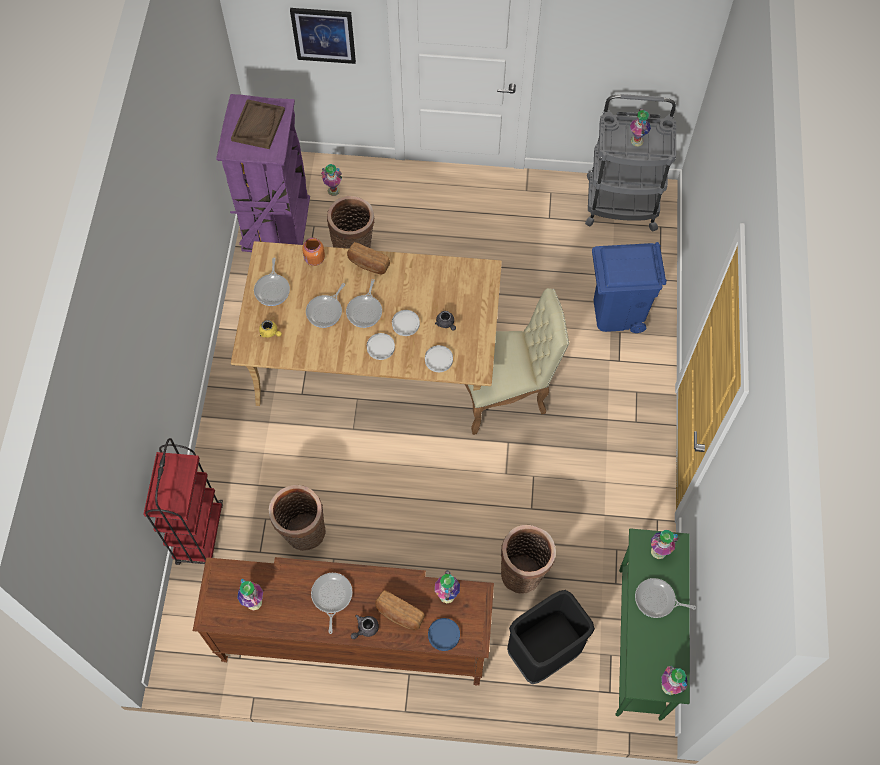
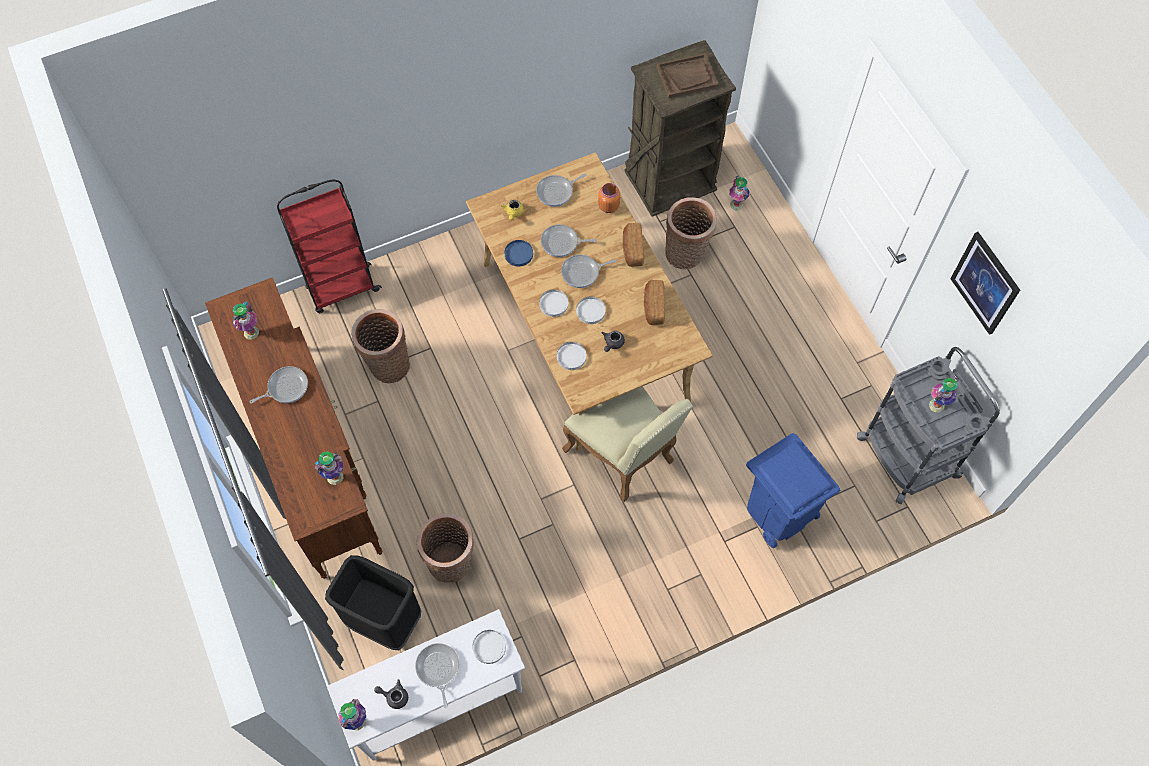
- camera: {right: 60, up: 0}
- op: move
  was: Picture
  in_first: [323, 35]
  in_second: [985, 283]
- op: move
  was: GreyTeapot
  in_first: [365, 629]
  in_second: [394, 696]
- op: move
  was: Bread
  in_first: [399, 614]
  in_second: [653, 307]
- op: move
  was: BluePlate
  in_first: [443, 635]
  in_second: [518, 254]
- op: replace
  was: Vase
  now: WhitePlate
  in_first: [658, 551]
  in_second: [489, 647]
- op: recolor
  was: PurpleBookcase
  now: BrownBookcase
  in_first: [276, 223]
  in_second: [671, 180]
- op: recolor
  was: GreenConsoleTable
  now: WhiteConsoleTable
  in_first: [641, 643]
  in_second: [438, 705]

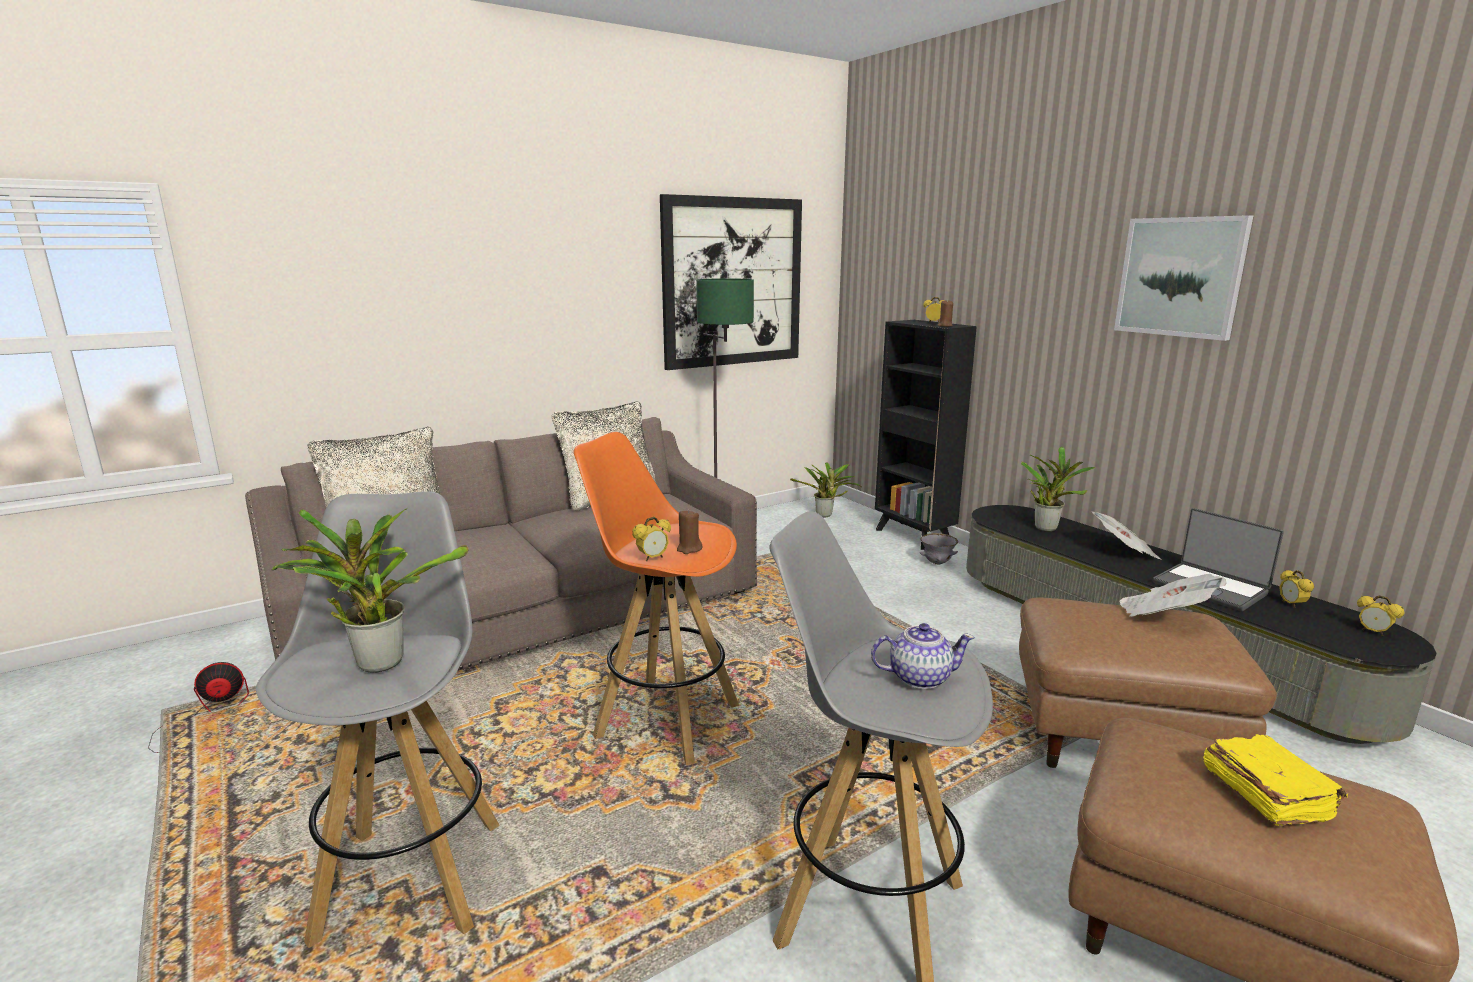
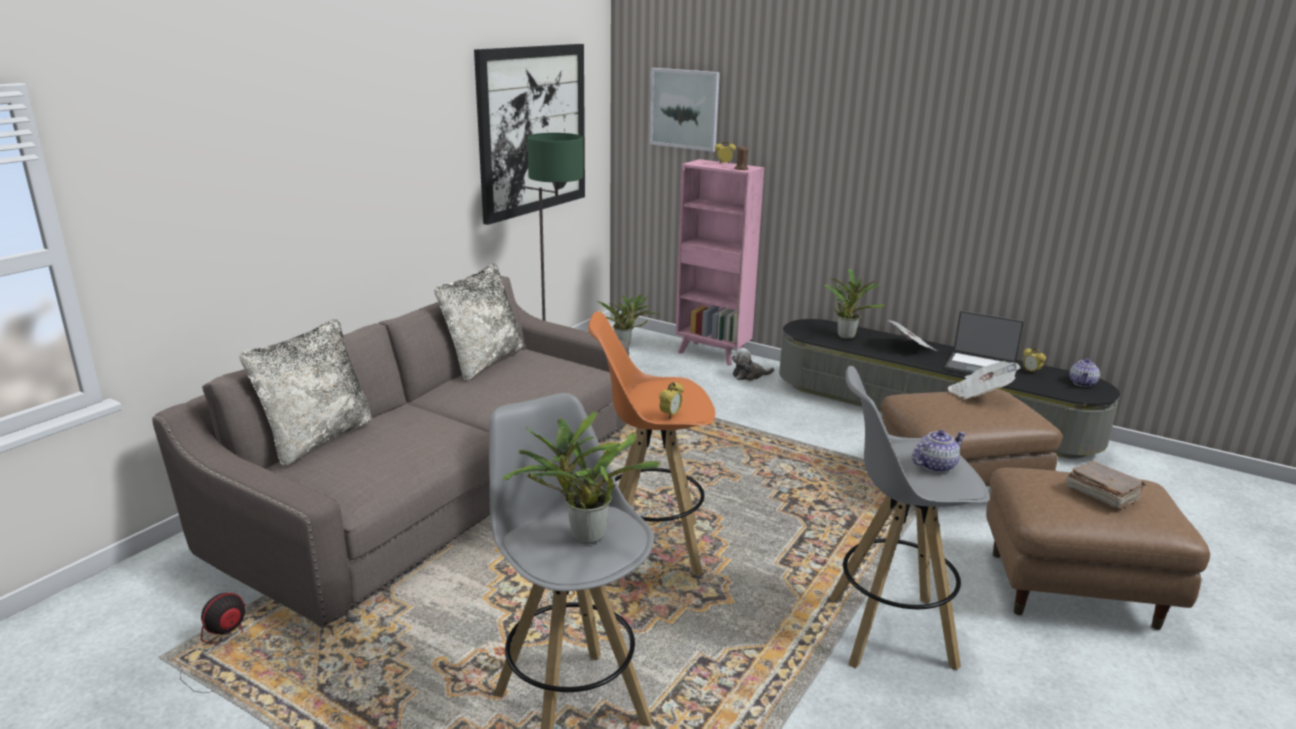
- camera: {right: -25, up: 5}
- op: delete
  was: BrownCandle
  in_first: [689, 549]
- op: move
  was: Picture
  in_first: [1180, 277]
  in_second: [684, 109]
- op: replace
  was: GreyBowl
  now: PlushToy
  in_first: [937, 563]
  in_second: [749, 375]
- op: replace
  was: AlarmClock
  now: Teapot
  in_first: [1373, 632]
  in_second: [1082, 383]
- op: recolor
  was: BlackBookcase
  now: PinkBookcase
  in_first: [913, 536]
  in_second: [713, 354]
- op: recolor
  was: YellowBook
  now: BrownBook
  in_first: [1265, 794]
  in_second: [1101, 494]

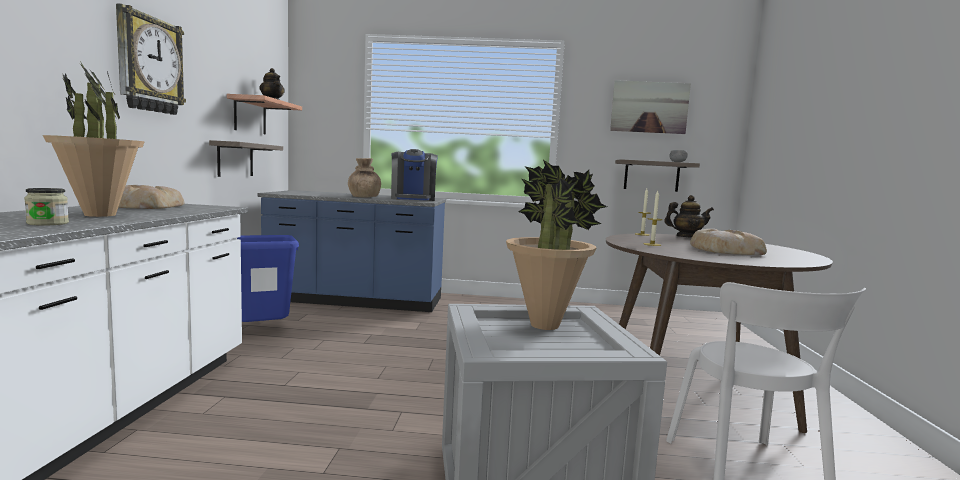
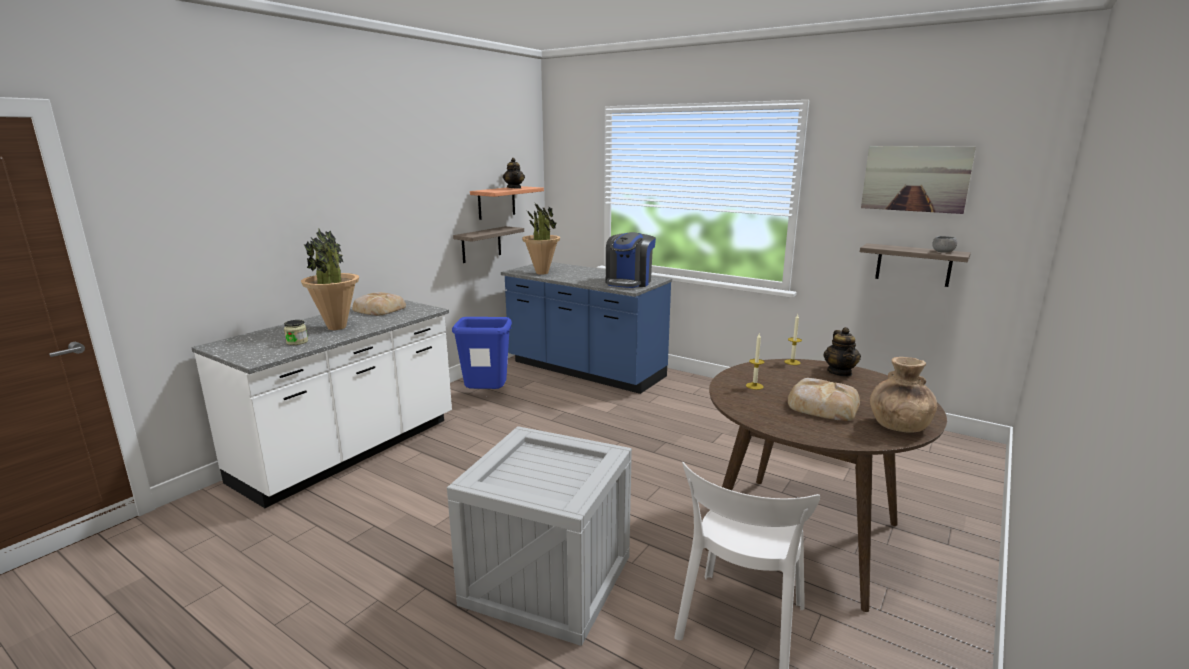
- camera: {right: 30, up: 10}
- op: delete
  was: WallClock
  in_first: [148, 64]
- op: move
  was: BrownVase
  in_first: [364, 197]
  in_second: [898, 426]
- op: move
  was: PottedPlant
  in_first: [545, 325]
  in_second: [542, 273]
- op: rotate
  was: Teapot
  in_first: [686, 237]
  in_second: [840, 372]
  clockwise: 60

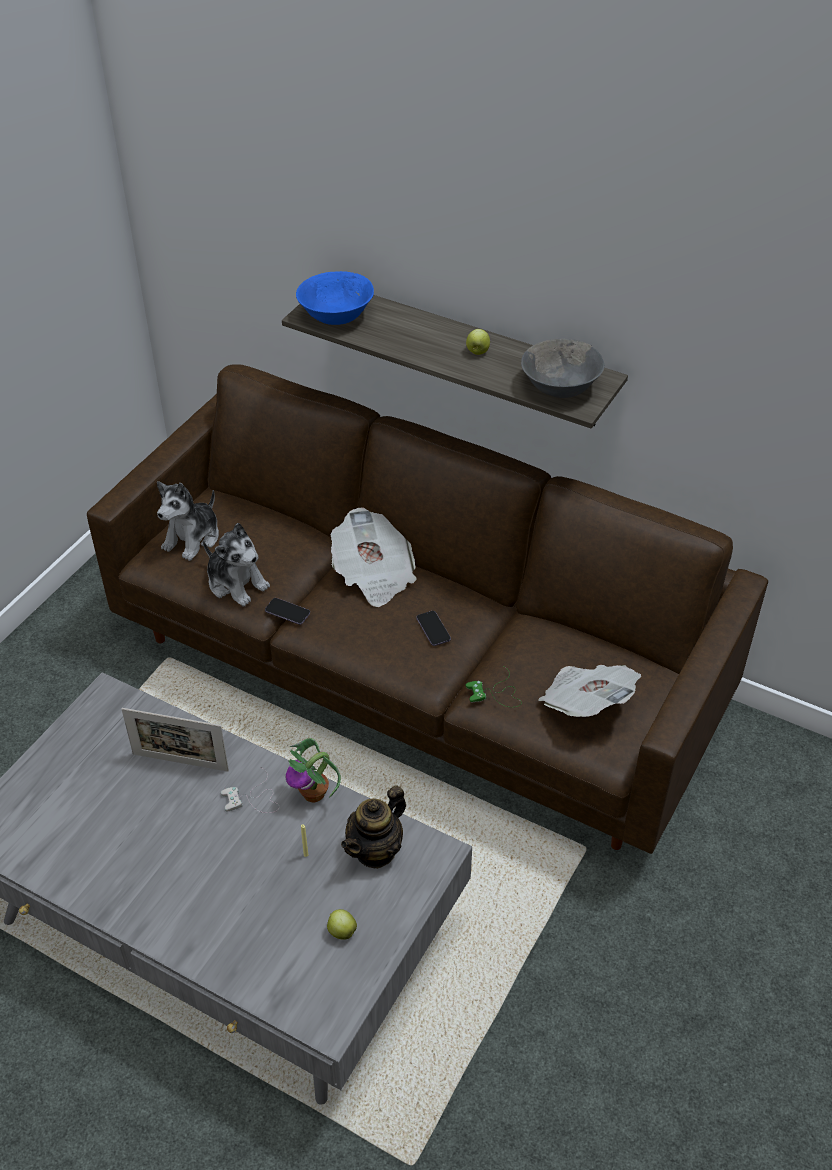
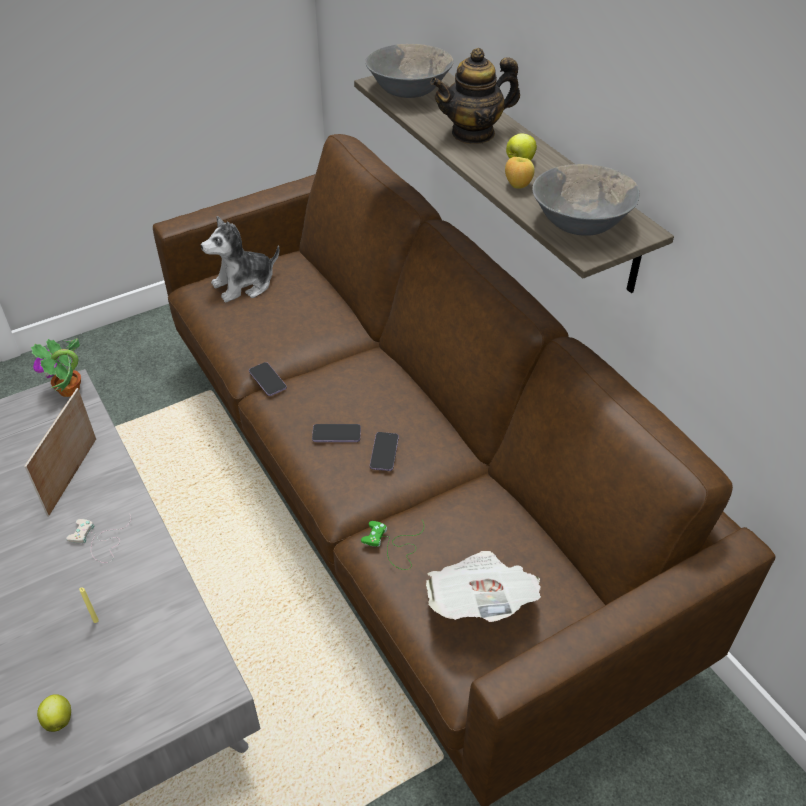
- camera: {right: 30, up: 0}
- op: delete
  was: PlushToy
  in_first: [236, 583]
- op: delete
  was: Newspaper
  in_first: [374, 574]
- op: insert
  now: Phone
  in_second: [336, 434]
- op: insert
  now: Apple
  in_second: [517, 186]
- op: move
  was: PottedPlant
  in_first: [314, 793]
  in_second: [69, 390]
- op: move
  was: Teapot
  in_first: [376, 850]
  in_second: [473, 133]
- op: recolor
  was: BlueBowl
  now: GreyBowl
  in_first: [337, 315]
  in_second: [409, 90]
- op: rotate
  was: PictureFrame
  in_first: [180, 762]
  in_second: [72, 476]
  clockwise: 60

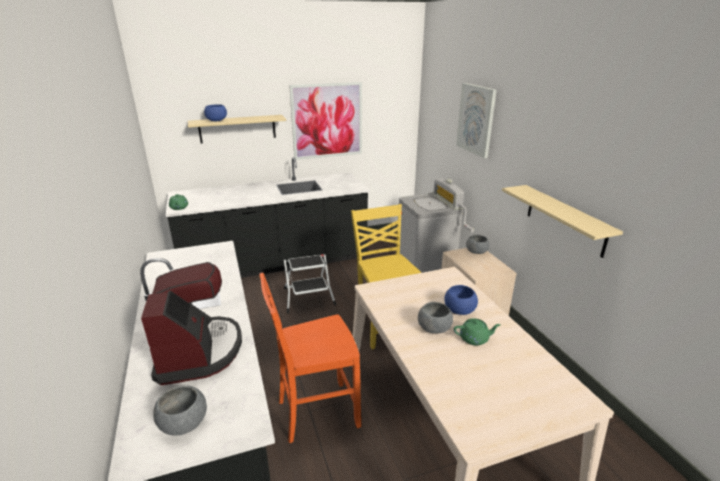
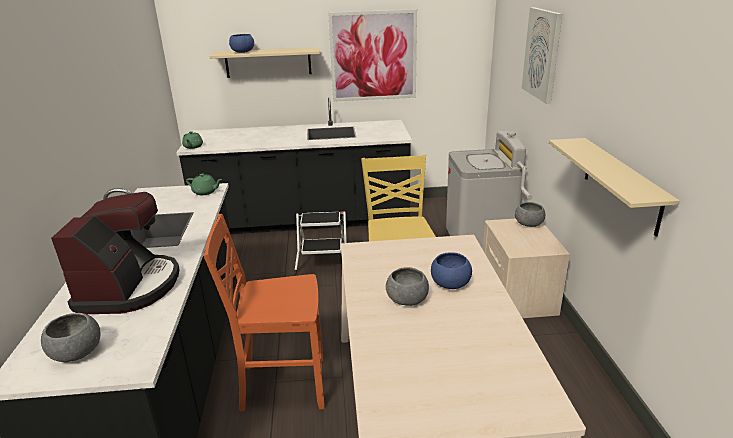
- camera: {right: 15, up: 0}
- op: move
  was: GreenTeapot
  in_first: [474, 339]
  in_second: [205, 192]

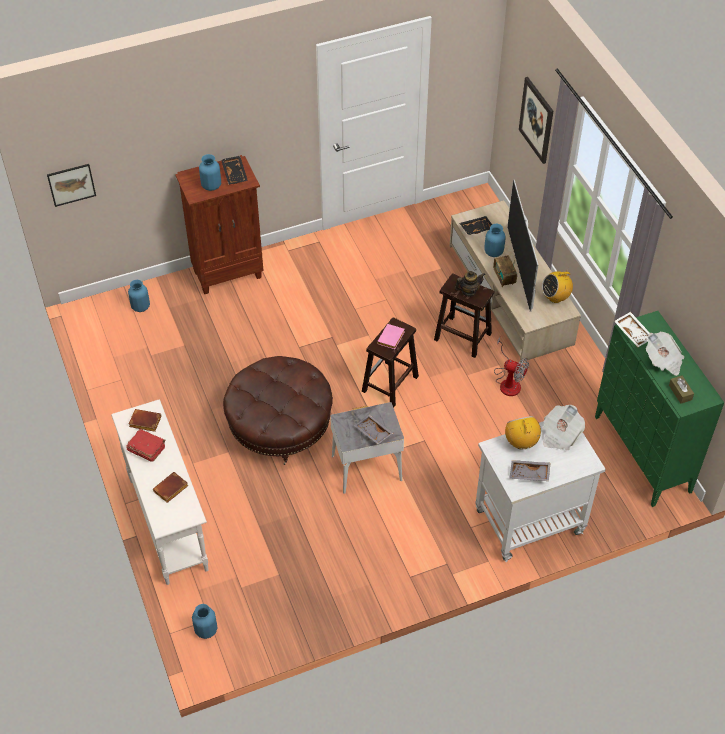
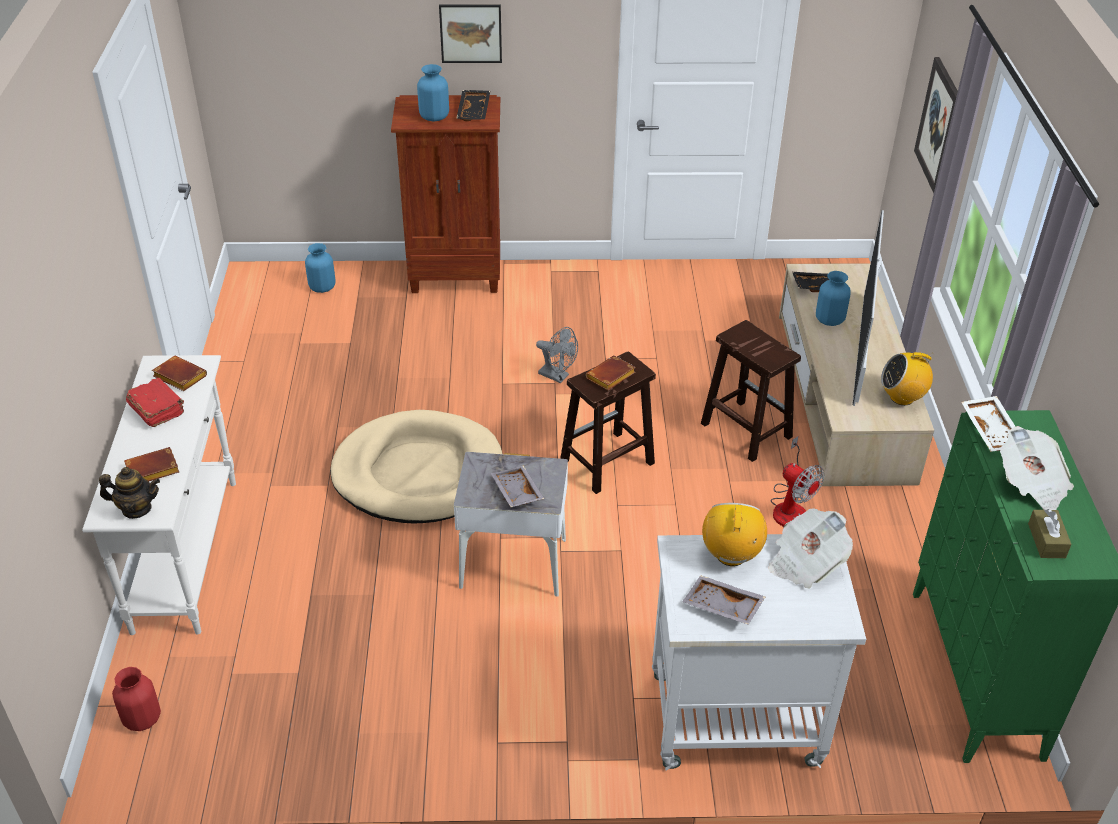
- camera: {right: 20, up: -10}
- op: delete
  was: Radio
  in_first: [504, 278]
- op: insert
  now: GreyFan
  in_second: [557, 376]
- op: move
  was: Picture
  in_first: [71, 184]
  in_second: [471, 33]
- op: move
  was: Teapot
  in_first: [468, 291]
  in_second: [136, 509]
- op: replace
  was: BrownOttoman
  now: BeigeDogBed
  in_first: [280, 426]
  in_second: [418, 473]
- op: recolor
  was: BlueVase
  now: RedVase
  in_first: [206, 630]
  in_second: [142, 718]
- op: recolor
  was: PinkBook
  now: BrownBook
  in_first: [391, 339]
  in_second: [610, 377]

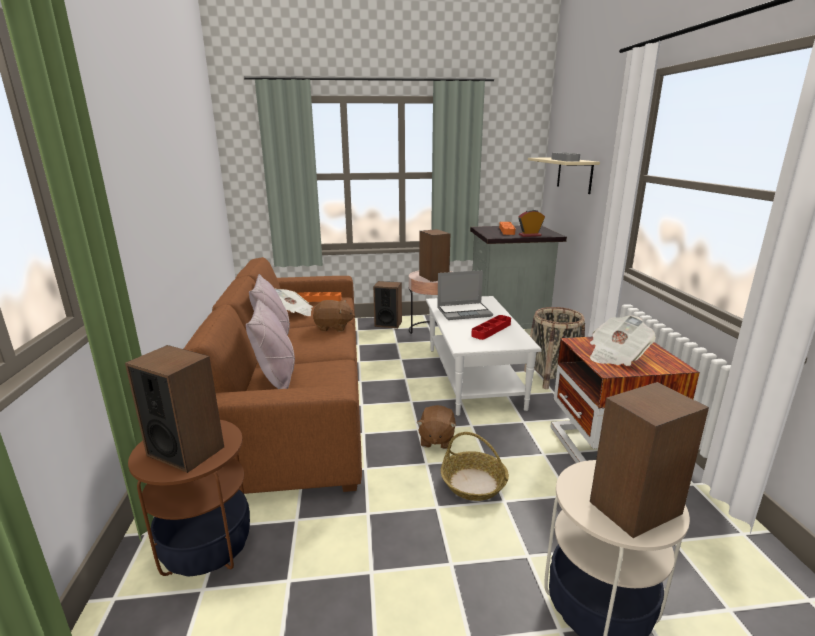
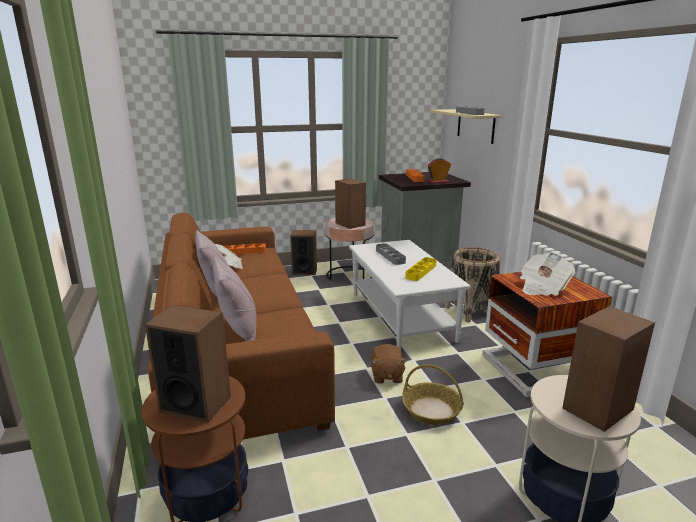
- camera: {right: -10, up: 0}
- op: delete
  was: BrownPlushToy
  in_first: [333, 327]
- op: replace
  was: Laptop
  now: GreyTray
  in_first: [464, 312]
  in_second: [390, 256]
- op: recolor
  was: RedTray
  now: YellowTray
  in_first: [491, 330]
  in_second: [421, 271]

